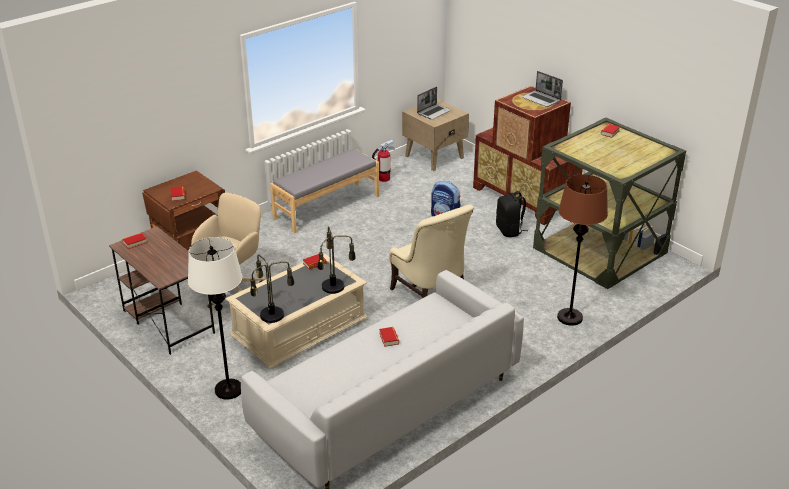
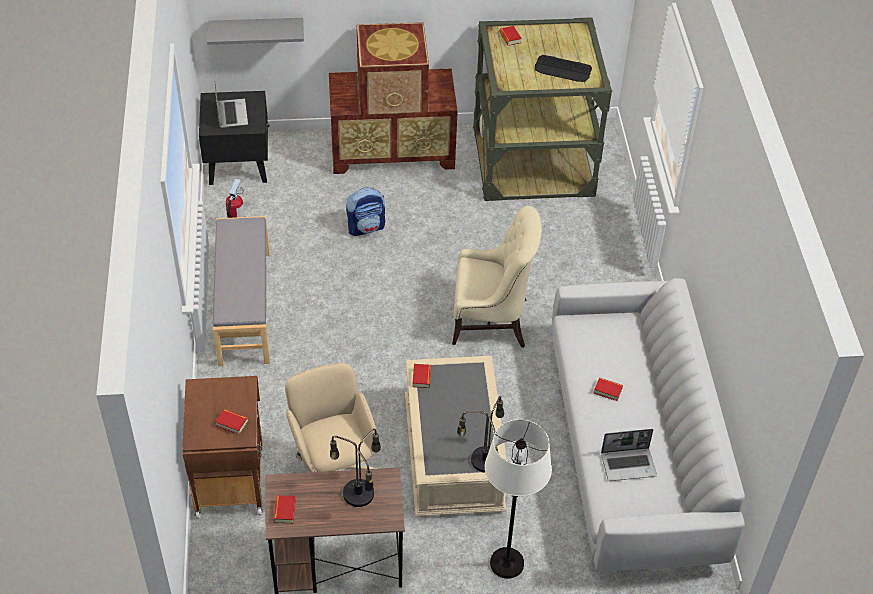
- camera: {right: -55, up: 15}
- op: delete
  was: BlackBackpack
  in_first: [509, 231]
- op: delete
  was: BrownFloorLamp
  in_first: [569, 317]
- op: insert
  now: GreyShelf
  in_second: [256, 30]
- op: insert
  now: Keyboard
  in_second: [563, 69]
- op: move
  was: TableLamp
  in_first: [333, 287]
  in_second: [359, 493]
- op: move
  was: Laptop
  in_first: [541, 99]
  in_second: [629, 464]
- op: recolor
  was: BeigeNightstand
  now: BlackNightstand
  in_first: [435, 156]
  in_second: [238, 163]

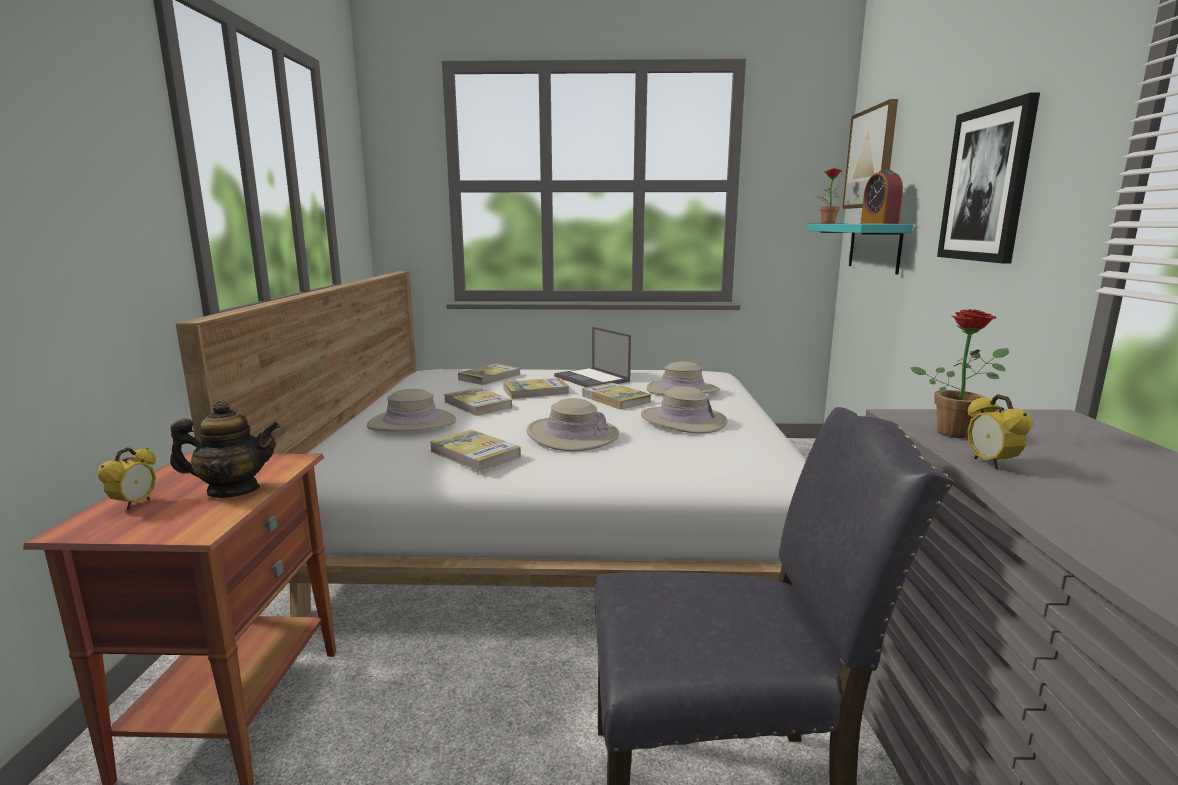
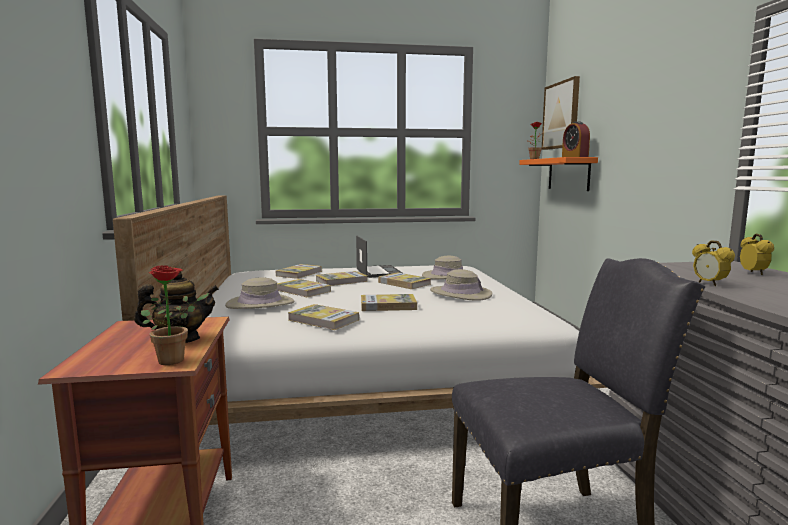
- camera: {right: -10, up: -5}
- op: delete
  was: Picture
  in_first: [986, 184]
- op: move
  was: AlarmClock
  in_first: [135, 504]
  in_second: [753, 273]
- op: move
  was: PottedPlant
  in_first: [957, 432]
  in_second: [176, 359]
- op: replace
  was: BeigeHat
  now: Book
  in_first: [572, 435]
  in_second: [388, 305]
- op: recolor
  was: TurquoiseShelf
  now: OrangeShelf
  in_first: [874, 247]
  in_second: [568, 174]
- op: rotate
  was: Laptop
  in_first: [592, 379]
  in_second: [378, 272]
  clockwise: -150

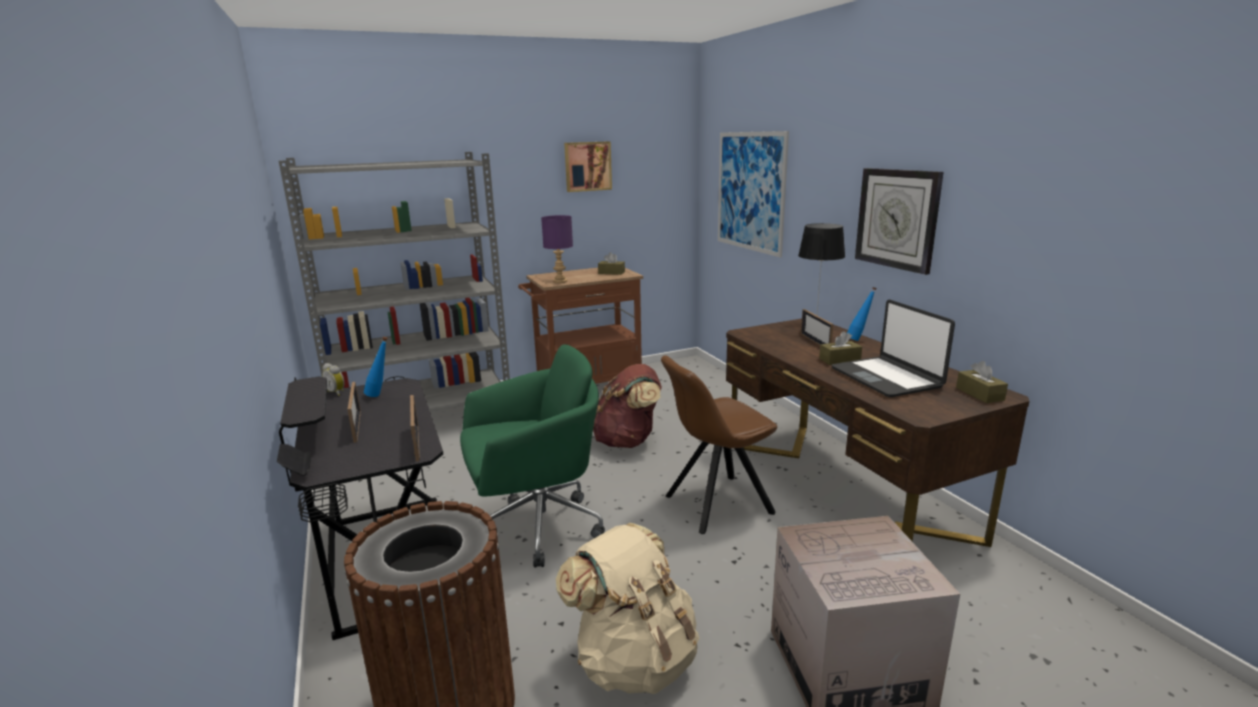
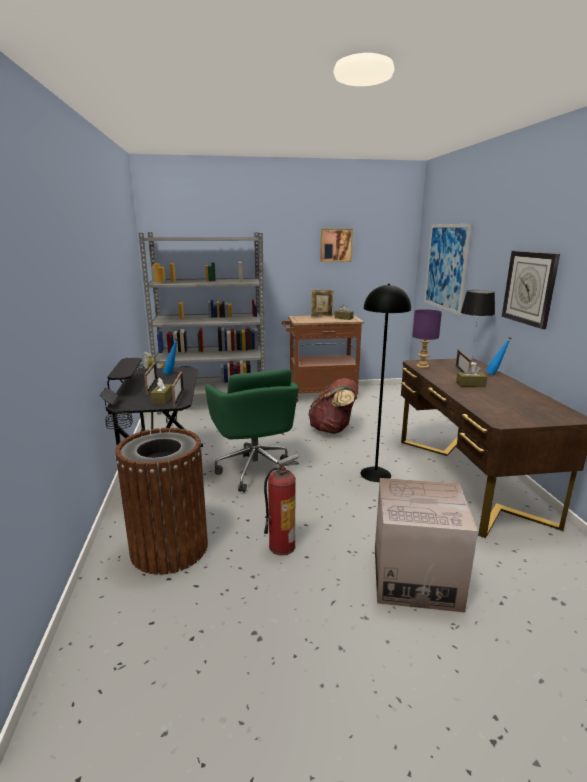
- camera: {right: 15, up: 0}
- op: delete
  was: Laptop
  in_first: [886, 378]
- op: insert
  now: PictureFrame
  in_second: [321, 316]
- op: move
  was: PurpleTableLamp
  in_first: [560, 281]
  in_second: [423, 366]
- op: move
  was: BrownTissueBox
  in_first: [979, 394]
  in_second: [162, 399]
- op: replace
  was: BeigeBackpack
  now: FireExtinguisher
  in_first: [634, 659]
  in_second: [282, 546]
- op: replace
  was: BrownChair
  now: BlackFloorLamp
  in_first: [717, 504]
  in_second: [375, 474]
- op: rotate
  was: GreenOfficeChair
  in_first: [536, 530]
  in_second: [254, 470]
  clockwise: 75

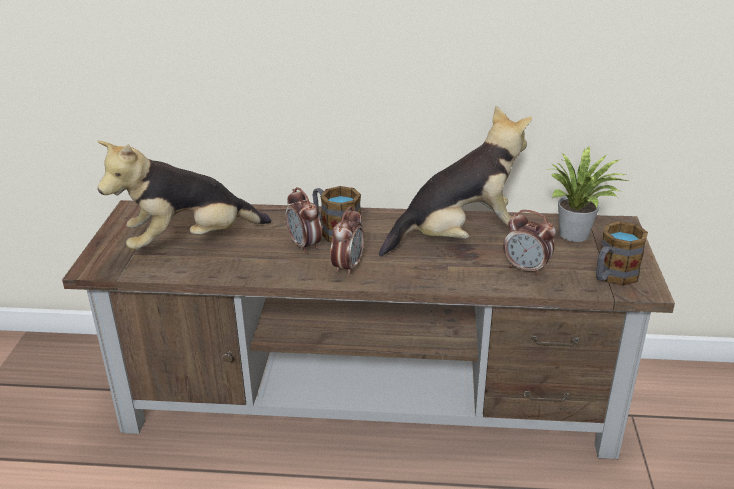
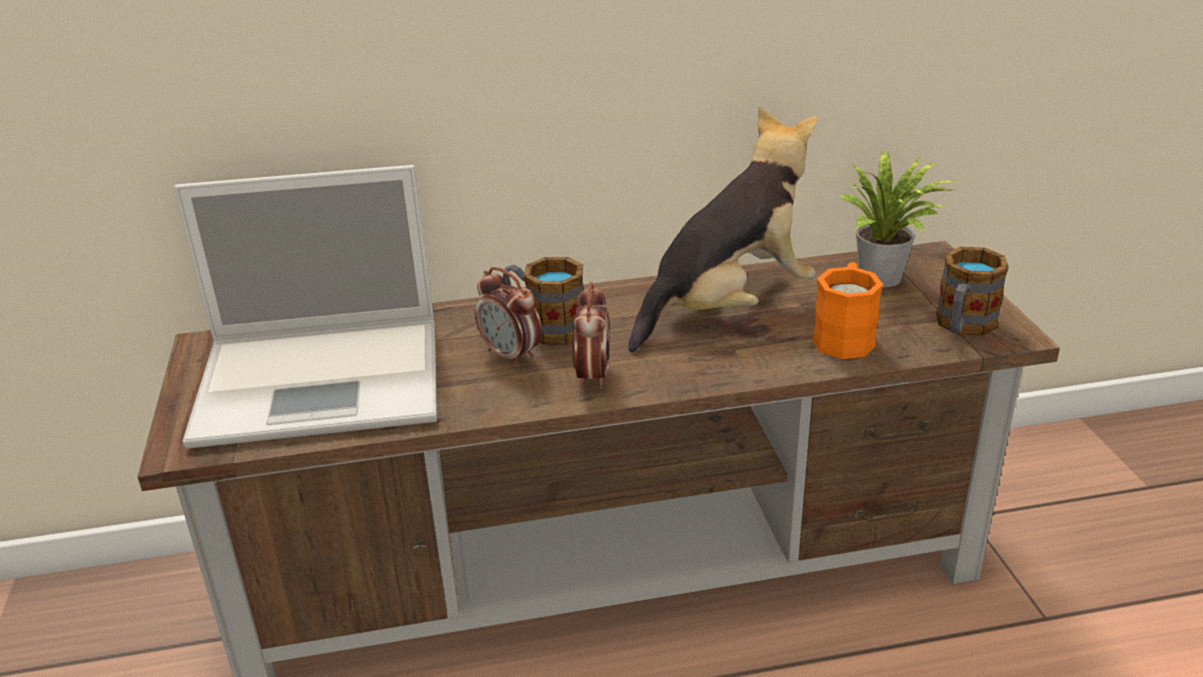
- camera: {right: -15, up: 0}
- op: replace
  was: PlushToy
  now: Laptop
  in_first: [189, 242]
  in_second: [326, 380]
- op: replace
  was: AlarmClock
  now: OrangeMug
  in_first: [526, 269]
  in_second: [844, 335]

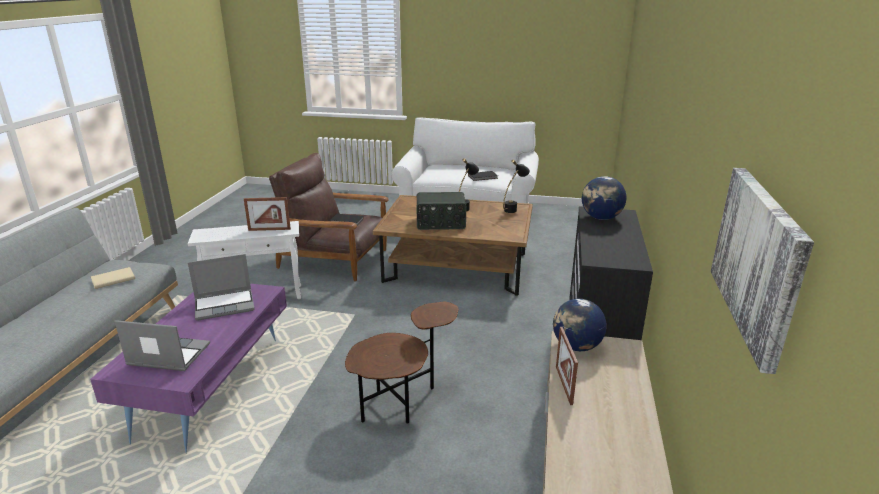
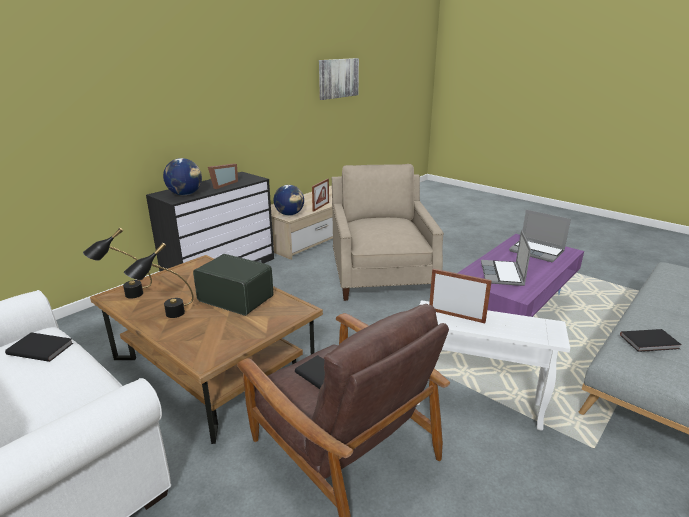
- camera: {right: -150, up: 0}
- op: insert
  now: PictureFrame
  in_second: [222, 184]
- op: replace
  was: BrownSideTable
  now: BeigeArmchair
  in_first: [402, 402]
  in_second: [381, 273]
- op: recolor
  was: BeigeBook
  now: BlackBook
  in_first: [112, 279]
  in_second: [650, 342]
- op: rotate
  was: Laptop
  in_first: [225, 305]
  in_second: [502, 274]
  clockwise: -90

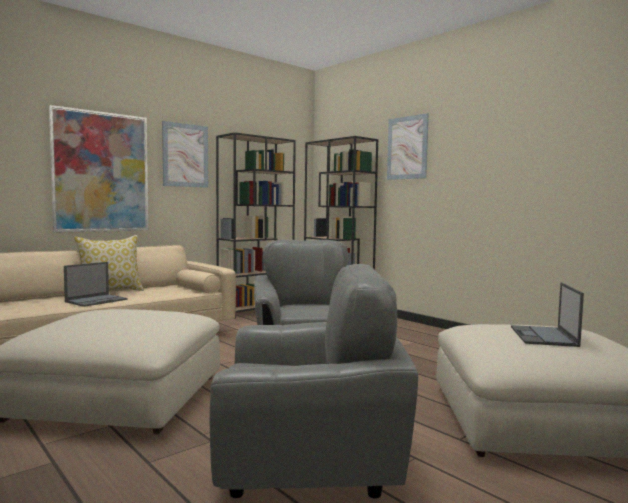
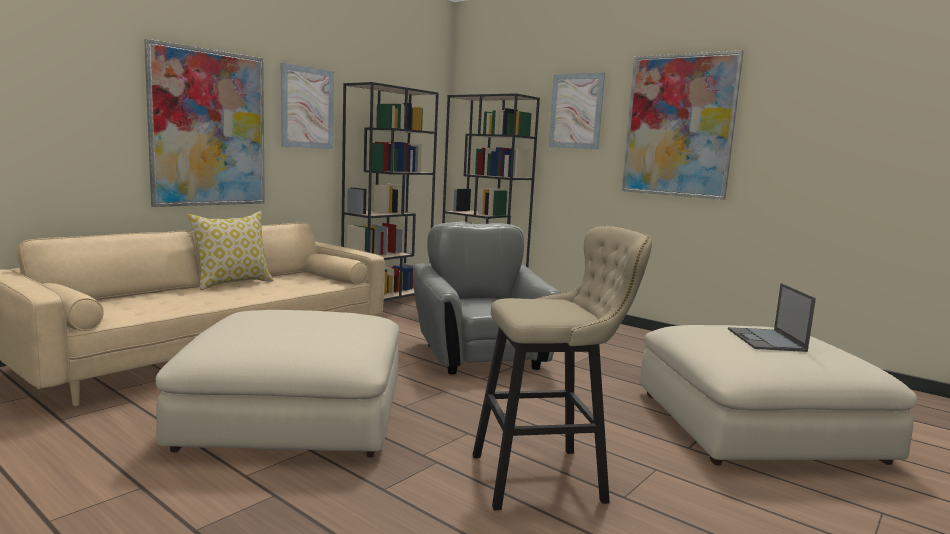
- camera: {right: -10, up: 5}
- op: delete
  was: Laptop
  in_first: [97, 300]
- op: insert
  now: Picture
  in_second: [679, 126]
- op: replace
  was: GreyArmchair
  now: BeigeStool
  in_first: [310, 459]
  in_second: [553, 477]

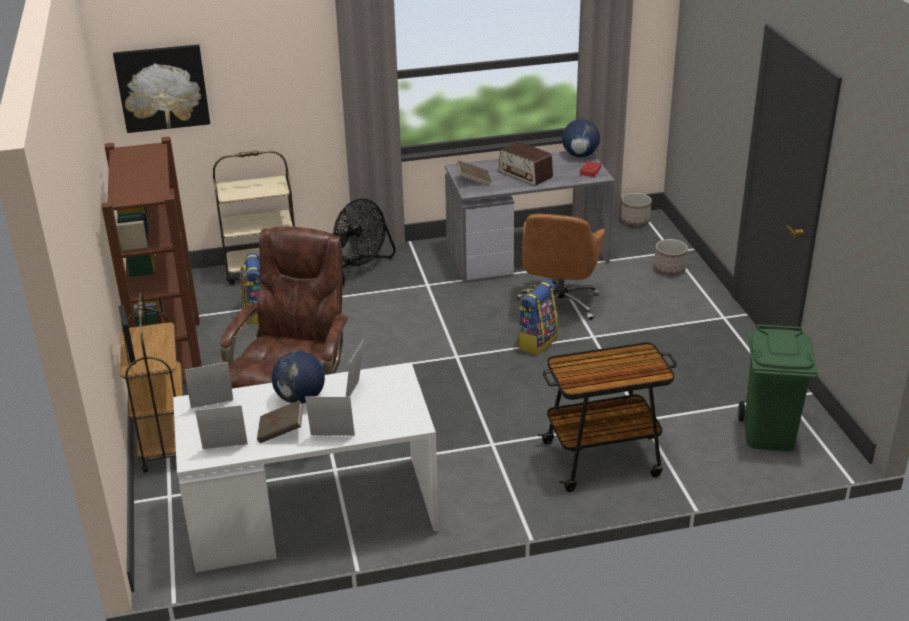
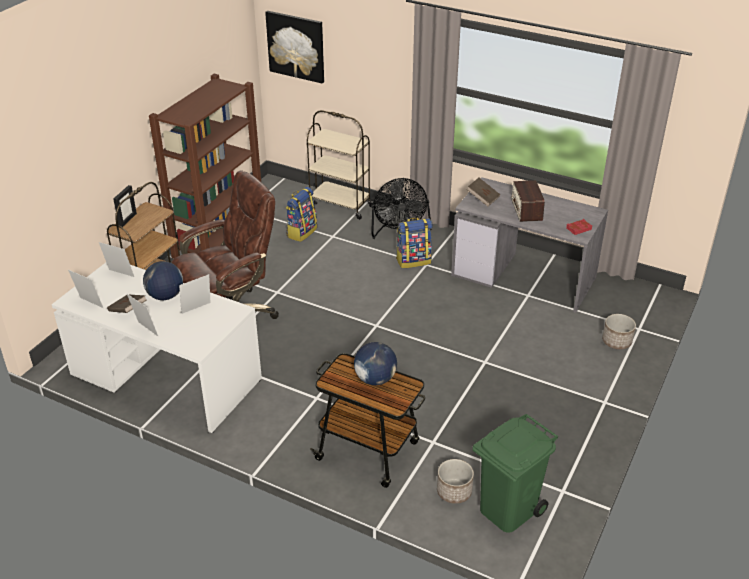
- camera: {right: 40, up: 5}
- op: delete
  was: BrownOfficeChair
  in_first: [559, 303]
- op: move
  was: Backpack
  in_first: [536, 342]
  in_second: [413, 260]
- op: move
  was: Globe
  in_first: [580, 155]
  in_second: [375, 379]
- op: move
  was: Planter
  in_first: [635, 220]
  in_second: [454, 492]

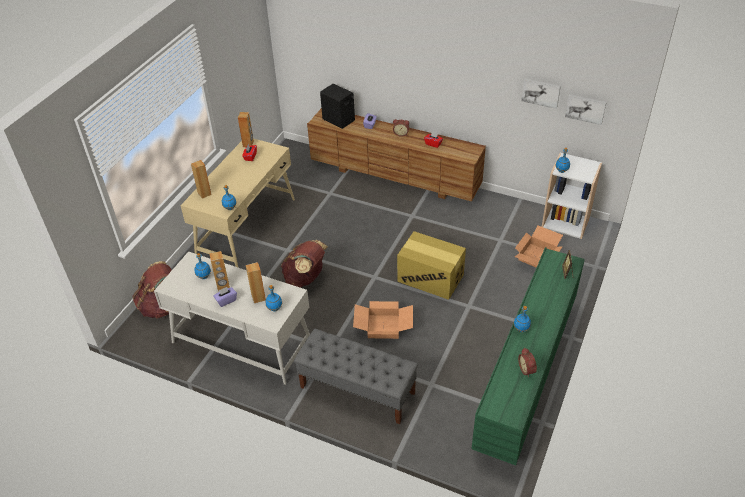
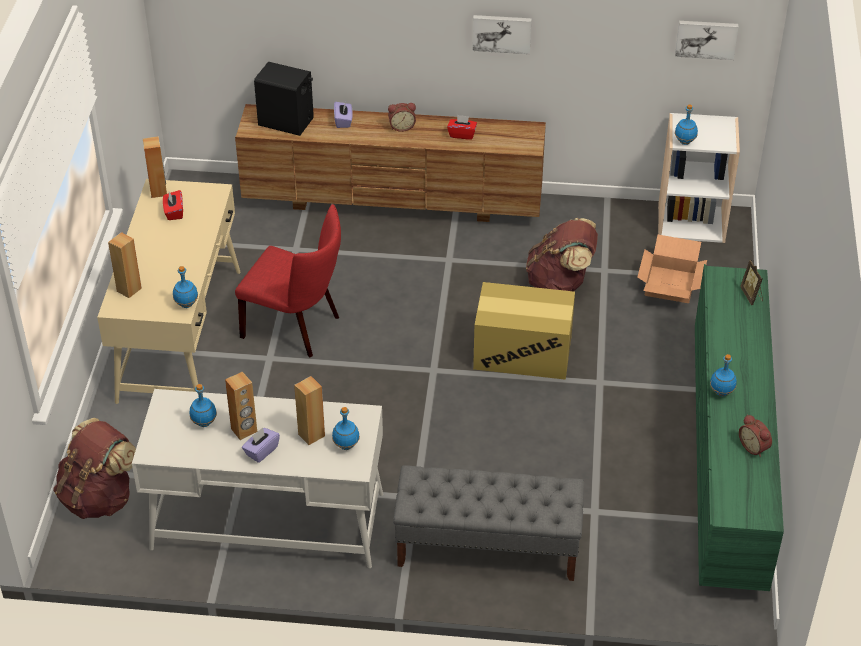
- camera: {right: -20, up: 0}
- op: delete
  was: CardboardBox
  in_first: [383, 327]
- op: insert
  now: RedChair
  in_second: [297, 327]
- op: move
  was: BrownBackpack
  in_first: [305, 278]
  in_second: [560, 284]
- op: move
  was: Picture
  in_first: [541, 92]
  in_second: [502, 33]

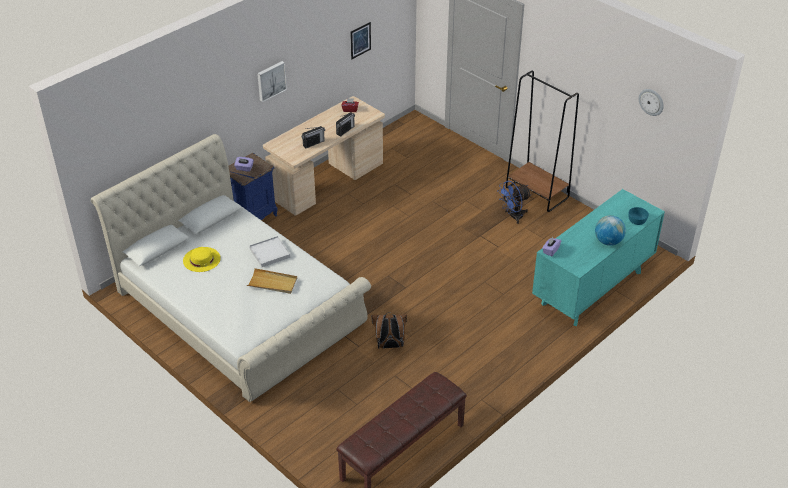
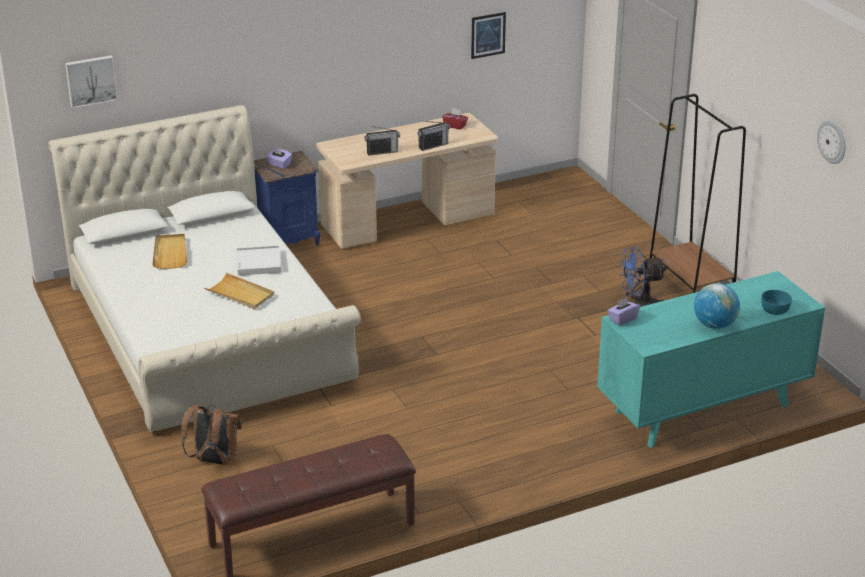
- camera: {right: 20, up: -10}
- op: move
  was: Picture
  in_first: [271, 80]
  in_second: [91, 80]
- op: move
  was: BrownBackpack
  in_first: [389, 345]
  in_second: [214, 460]
- op: replace
  was: YellowHat
  now: BeigeTray
  in_first: [201, 259]
  in_second: [170, 253]

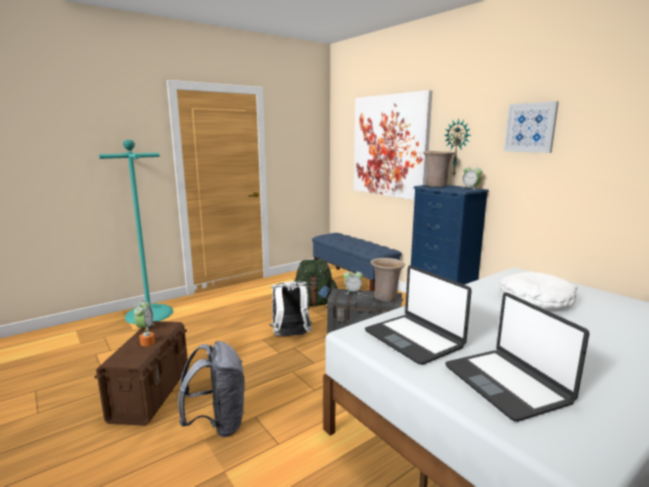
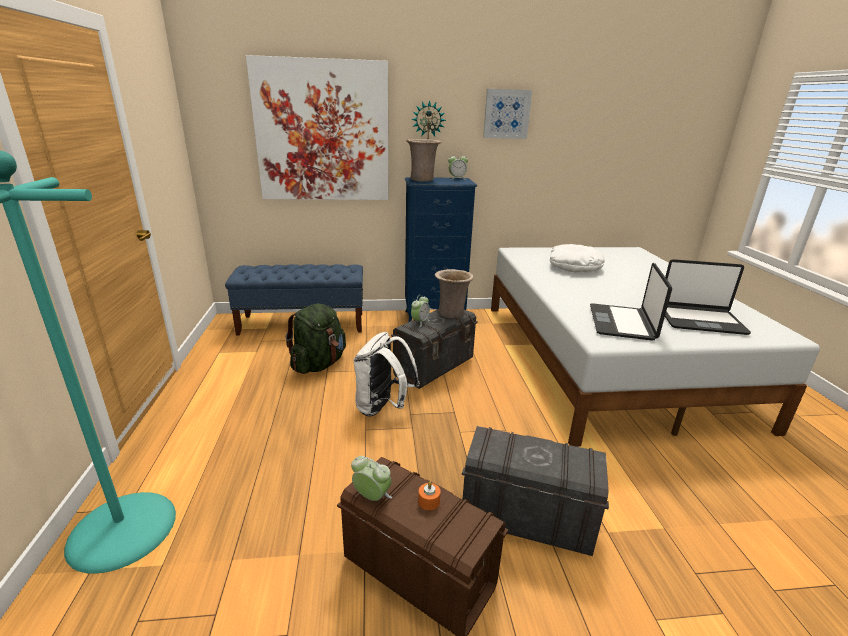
- camera: {right: -60, up: 10}
- op: replace
  was: GreyBackpack
  now: GreyStorageBox
  in_first: [218, 424]
  in_second: [526, 517]
- op: rotate
  was: Laptop
  in_first: [414, 339]
  in_second: [622, 323]
  clockwise: 105

